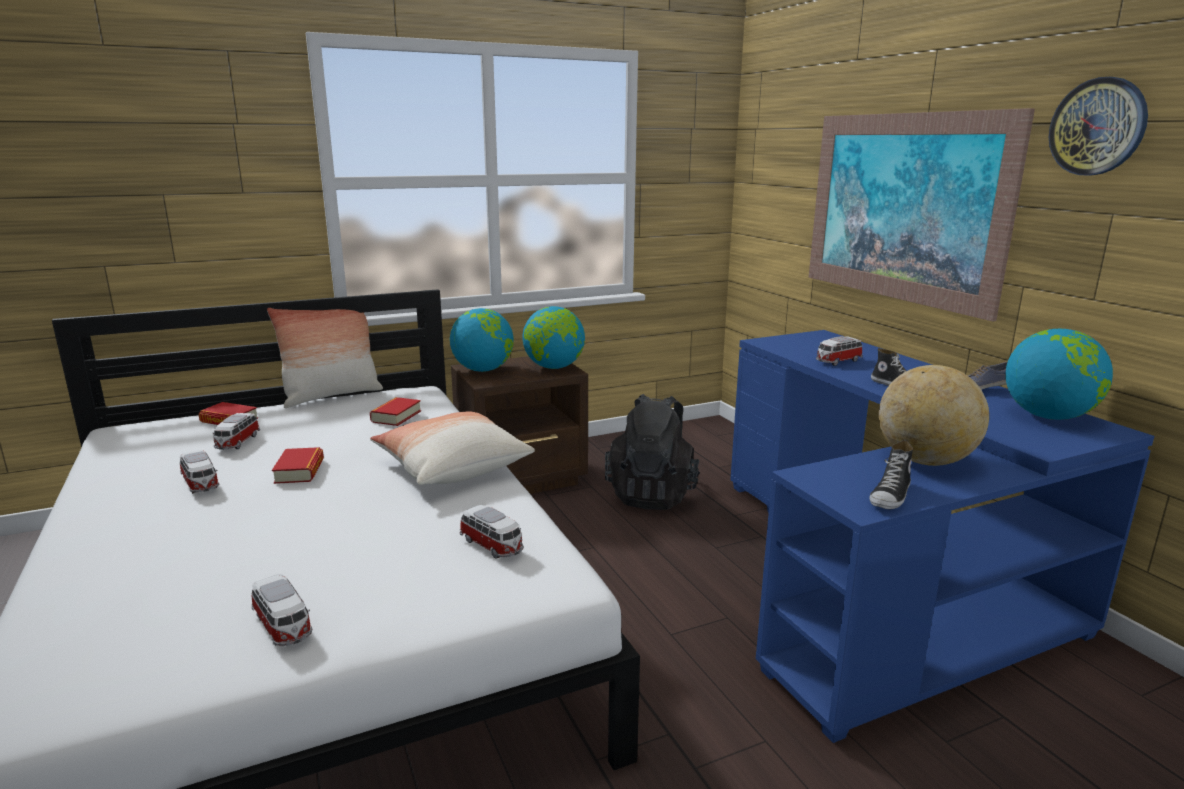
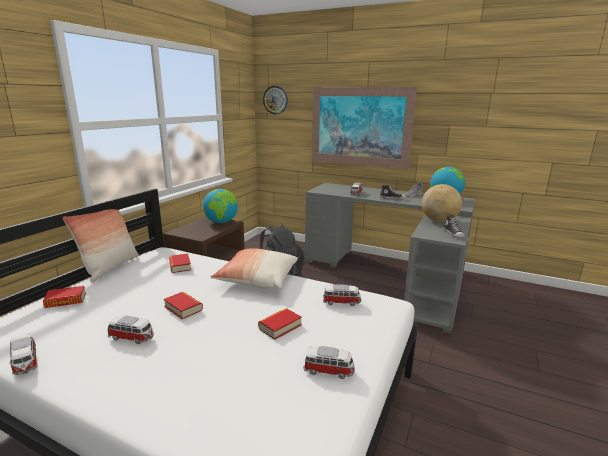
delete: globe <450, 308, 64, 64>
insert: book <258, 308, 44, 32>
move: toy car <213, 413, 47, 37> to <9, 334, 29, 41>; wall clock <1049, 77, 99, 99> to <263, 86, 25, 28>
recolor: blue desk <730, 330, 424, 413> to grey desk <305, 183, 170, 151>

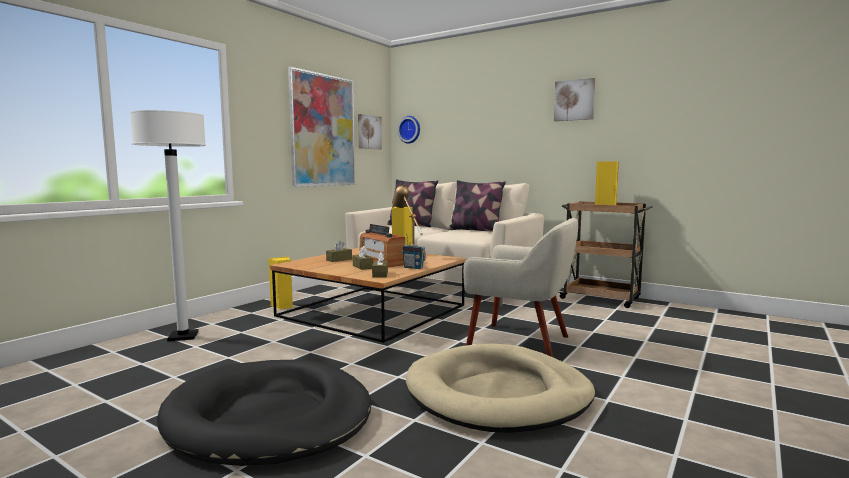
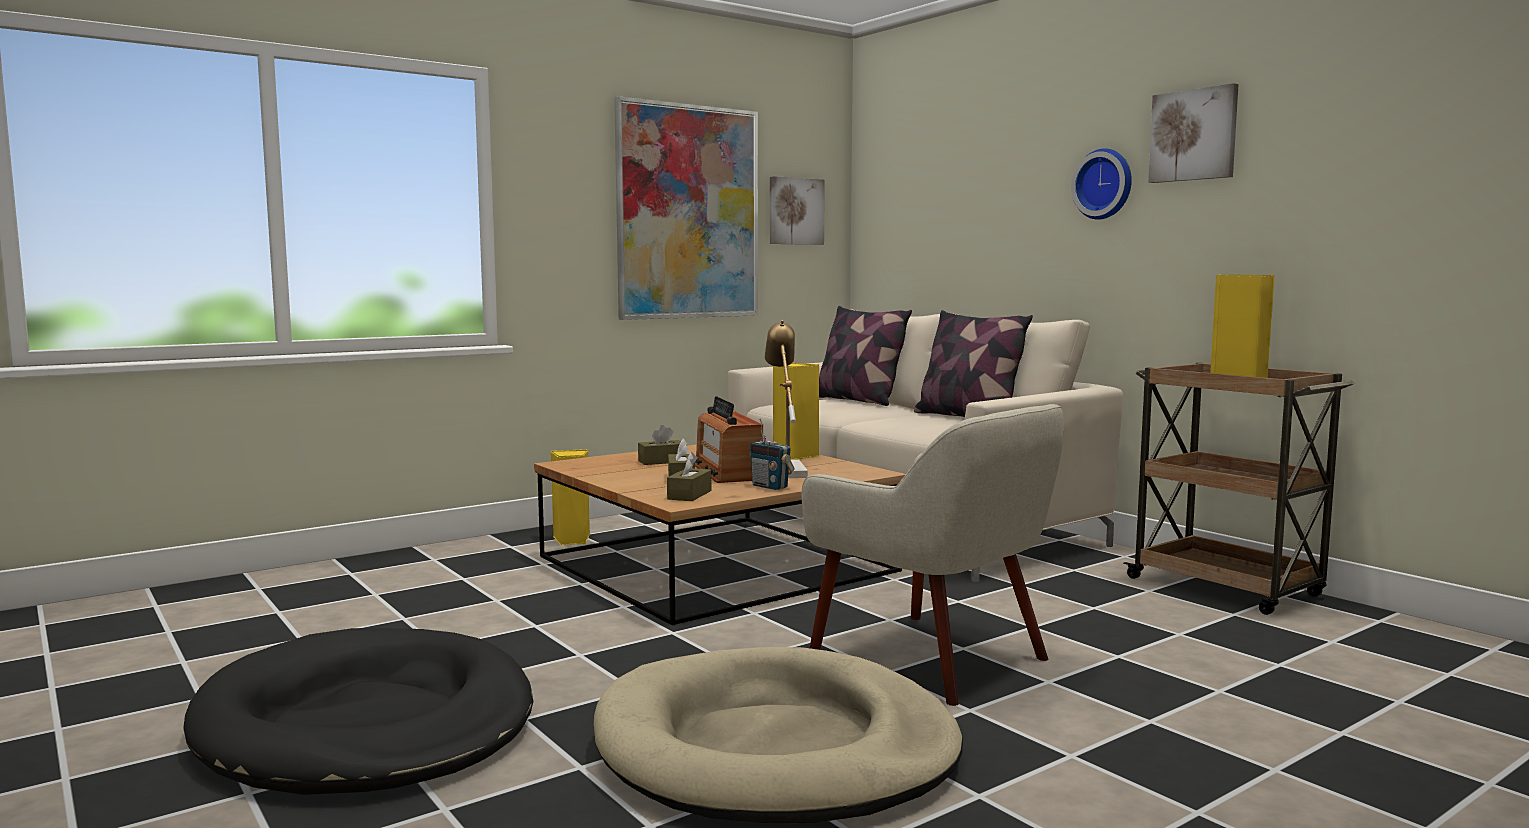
delete: white floor lamp <130, 110, 76, 231>
move: wall clock <397, 116, 23, 28> to <1071, 148, 61, 72>

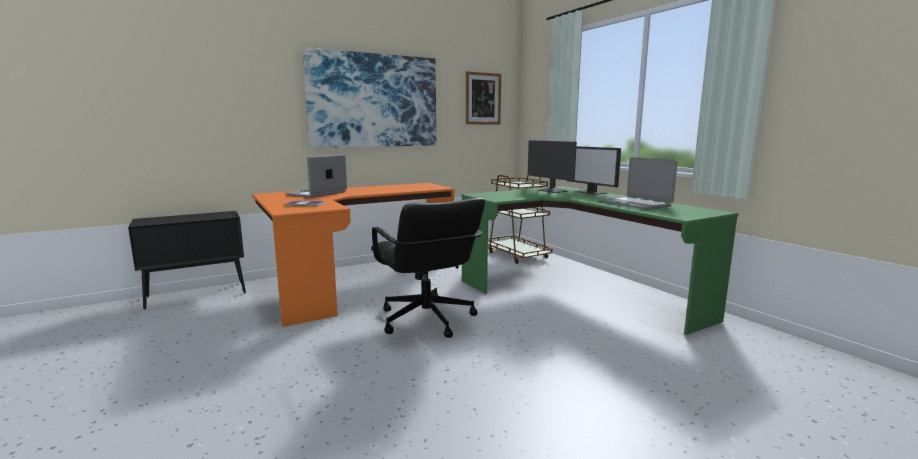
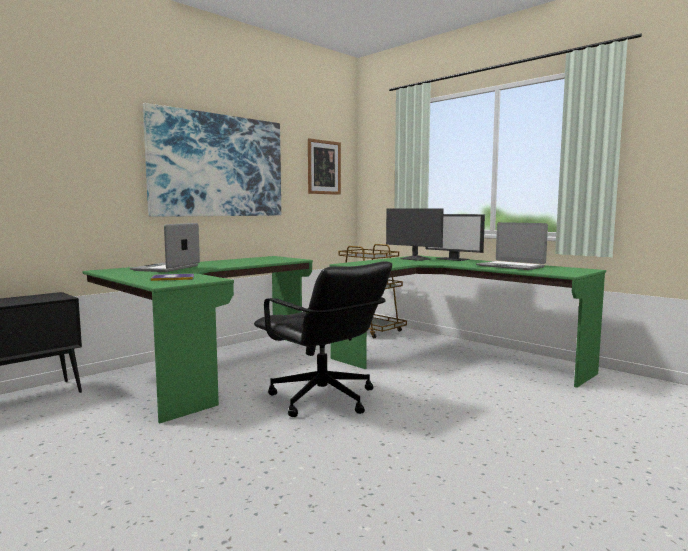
recolor: orange desk <252, 183, 203, 144> to green desk <83, 256, 230, 167>

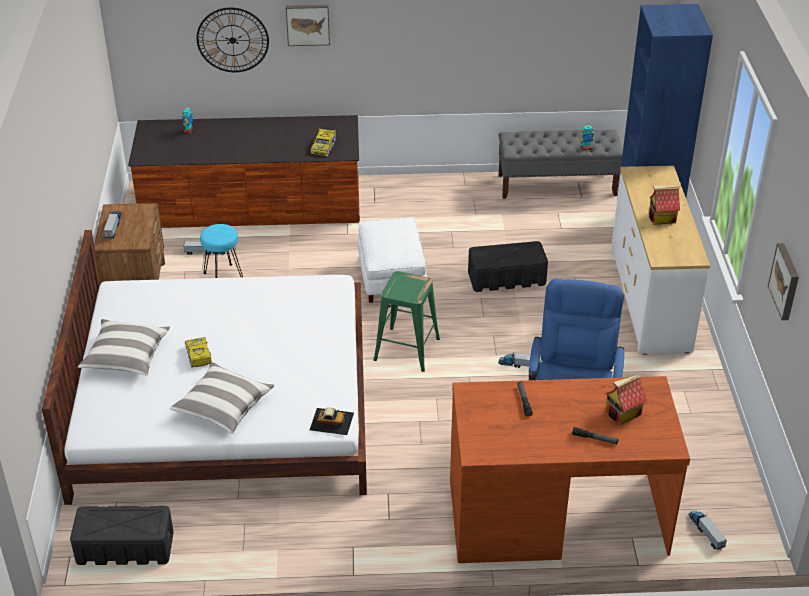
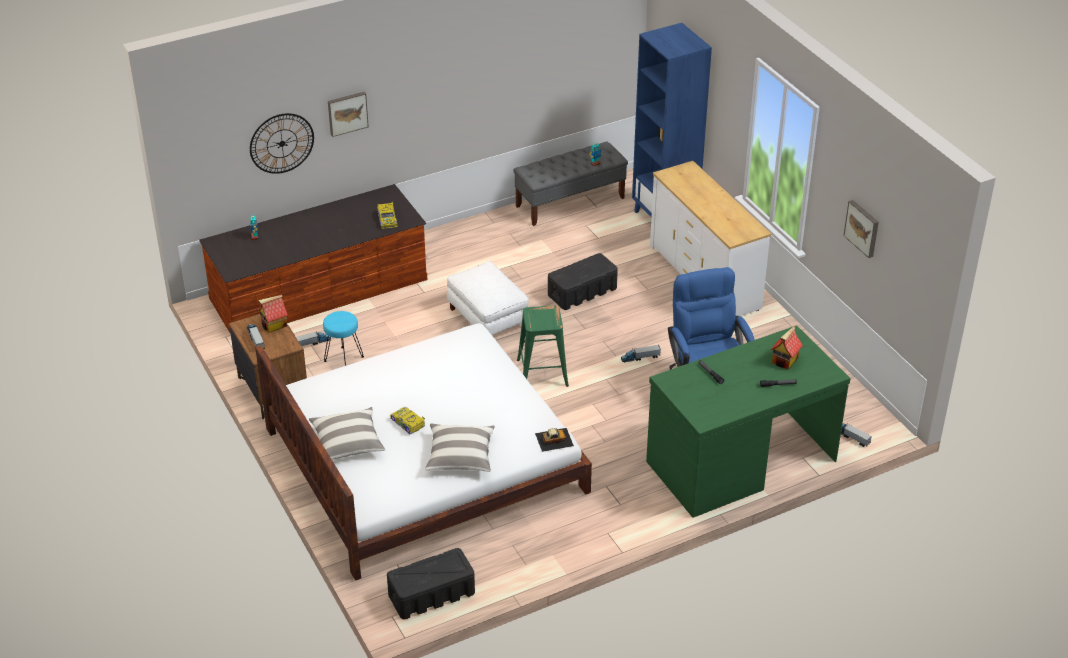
move: toy house <649, 185, 31, 40> to <258, 295, 30, 38>
recolor: brown desk <450, 376, 240, 187> to green desk <646, 325, 205, 192>

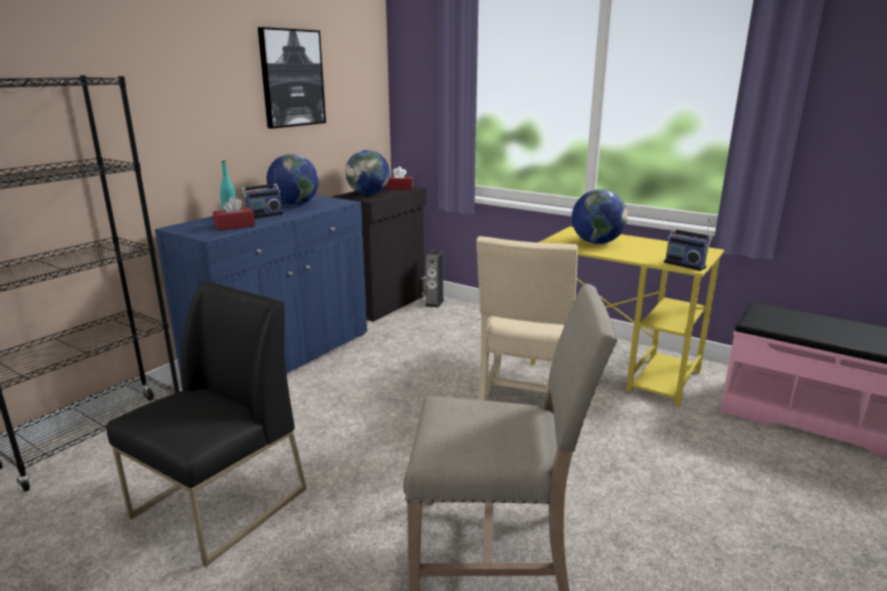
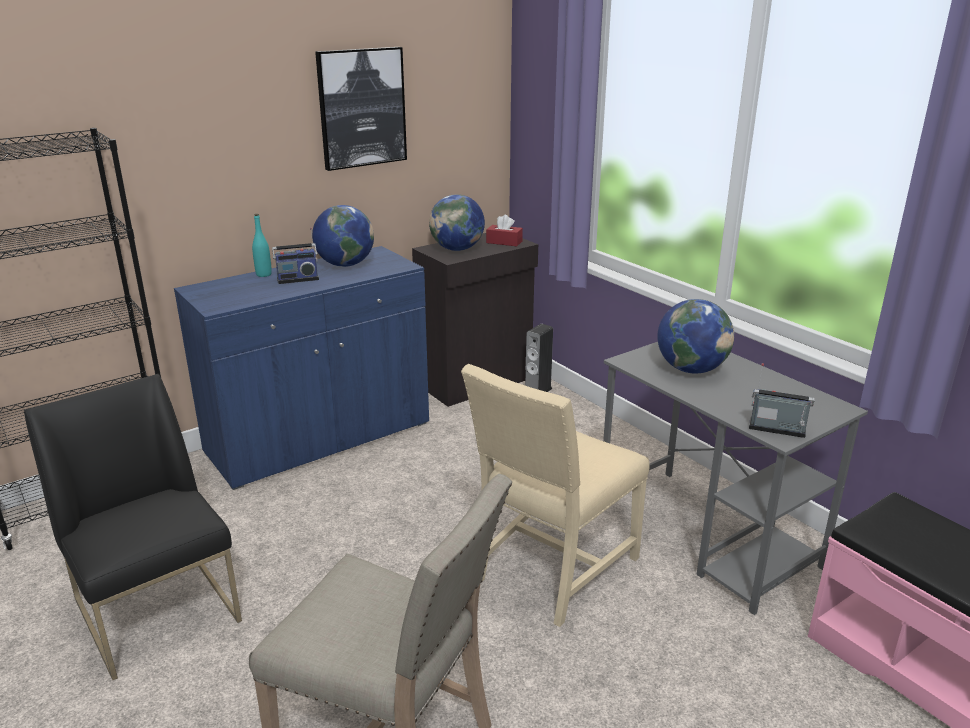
delete: red tissue box <213, 197, 42, 34>
recolor: yellow desk <531, 227, 193, 180> to grey desk <603, 342, 265, 273>
rotate: black chair <107, 280, 199, 287> = <24, 374, 218, 306> 90 degrees counterclockwise; radio <664, 219, 48, 52> = <749, 363, 66, 75> 135 degrees clockwise

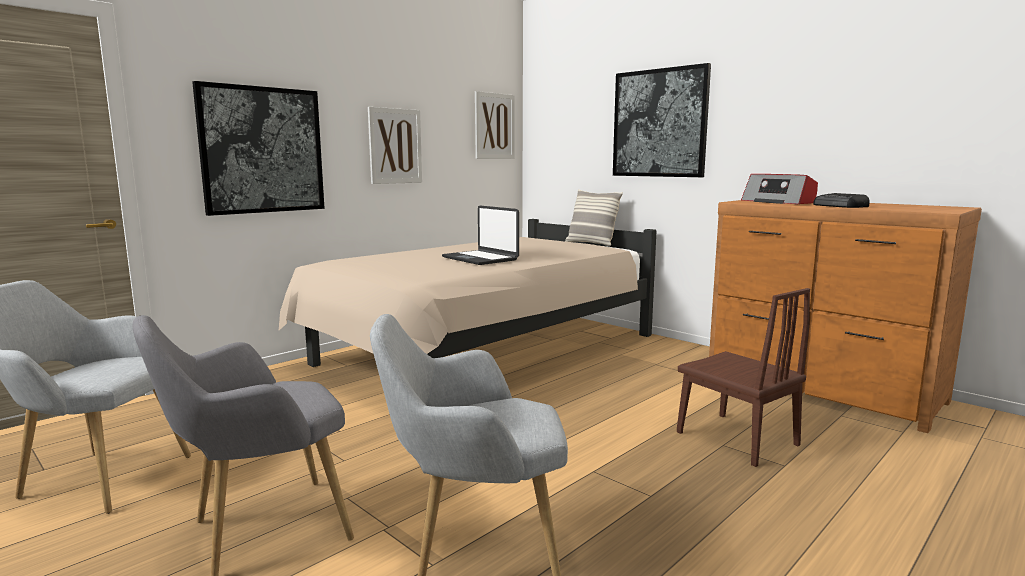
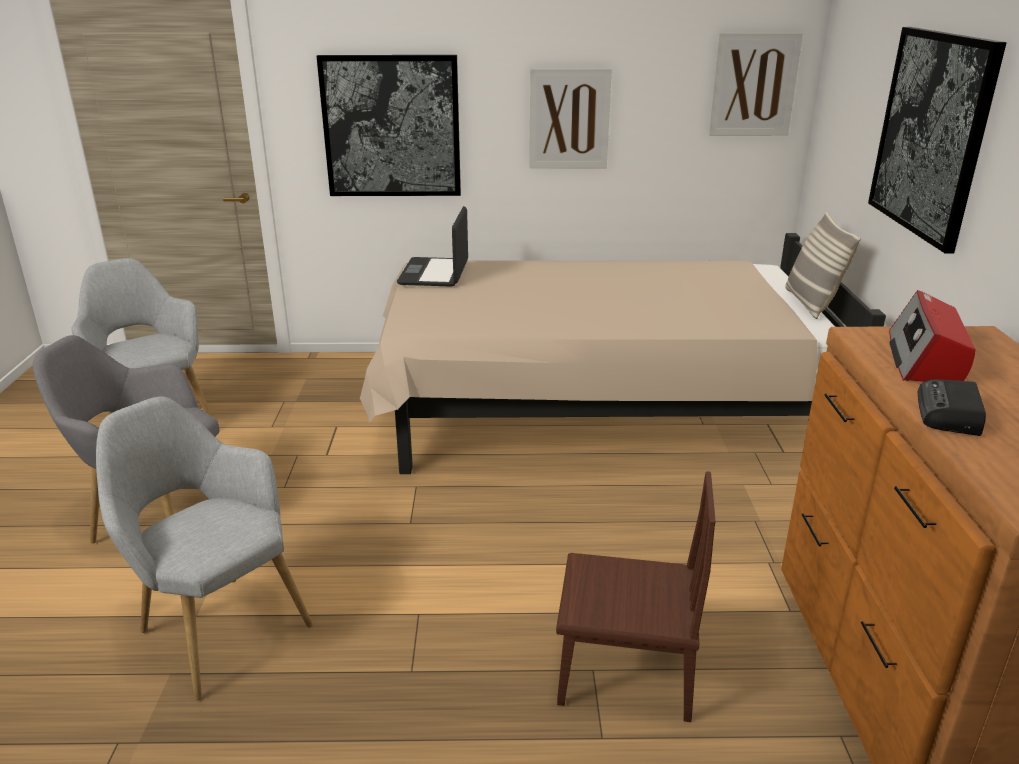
move: laptop <442, 205, 77, 60> to <397, 206, 71, 81>
rotate: brown chair <677, 288, 133, 179> = <556, 471, 160, 251> 90 degrees counterclockwise

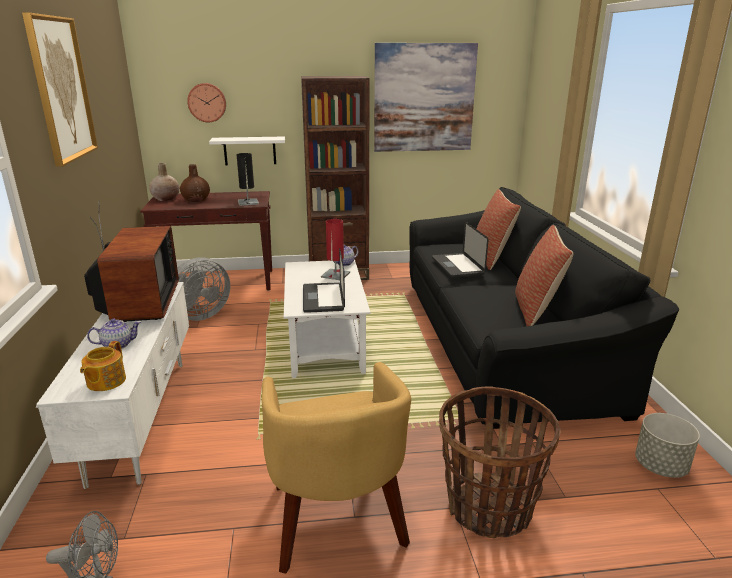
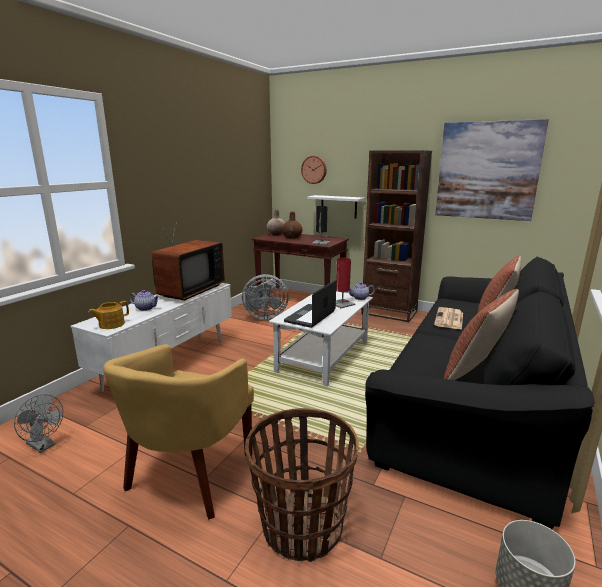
delete: picture <22, 13, 76, 154>
replace: laptop <432, 222, 57, 56> to newspaper <434, 307, 29, 23>

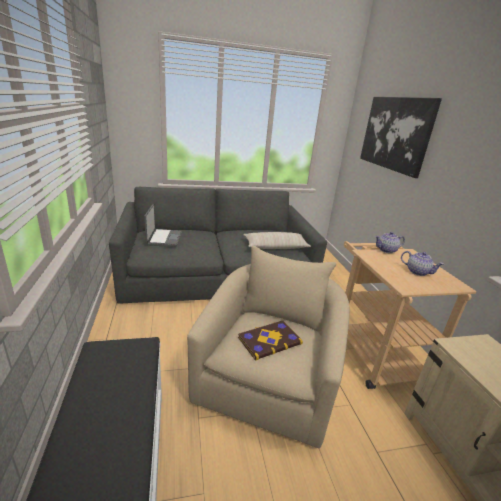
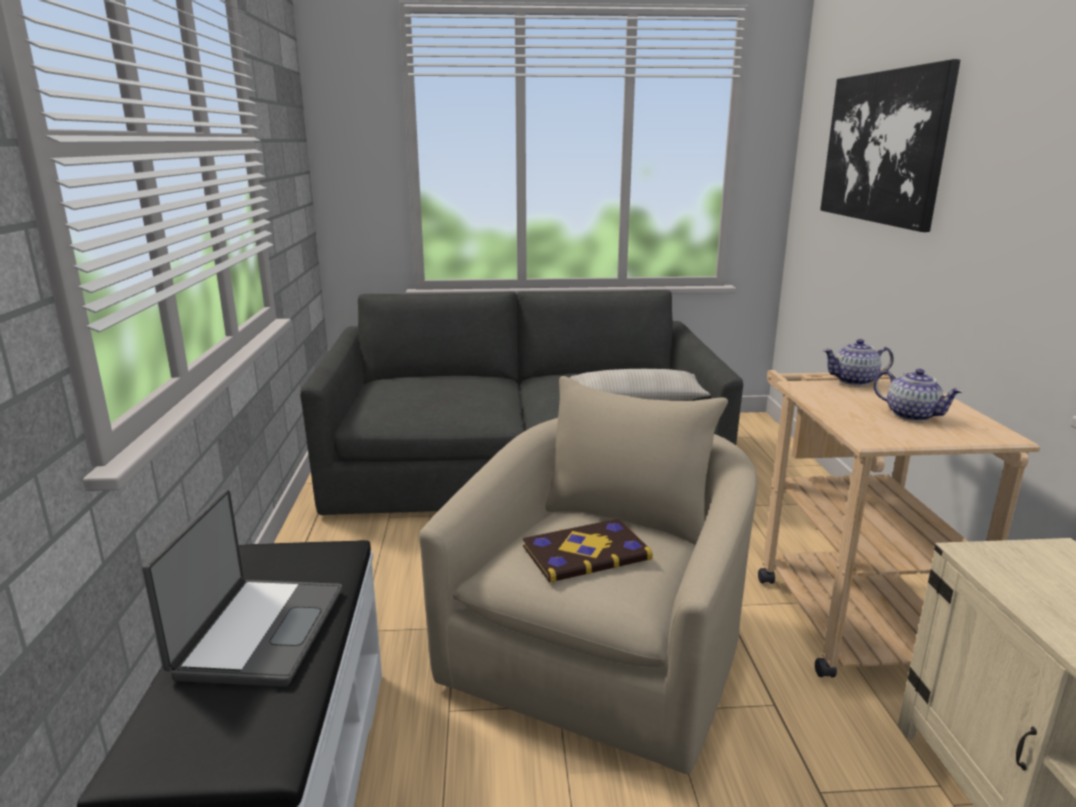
move: laptop <144, 204, 38, 43> to <142, 490, 200, 197>

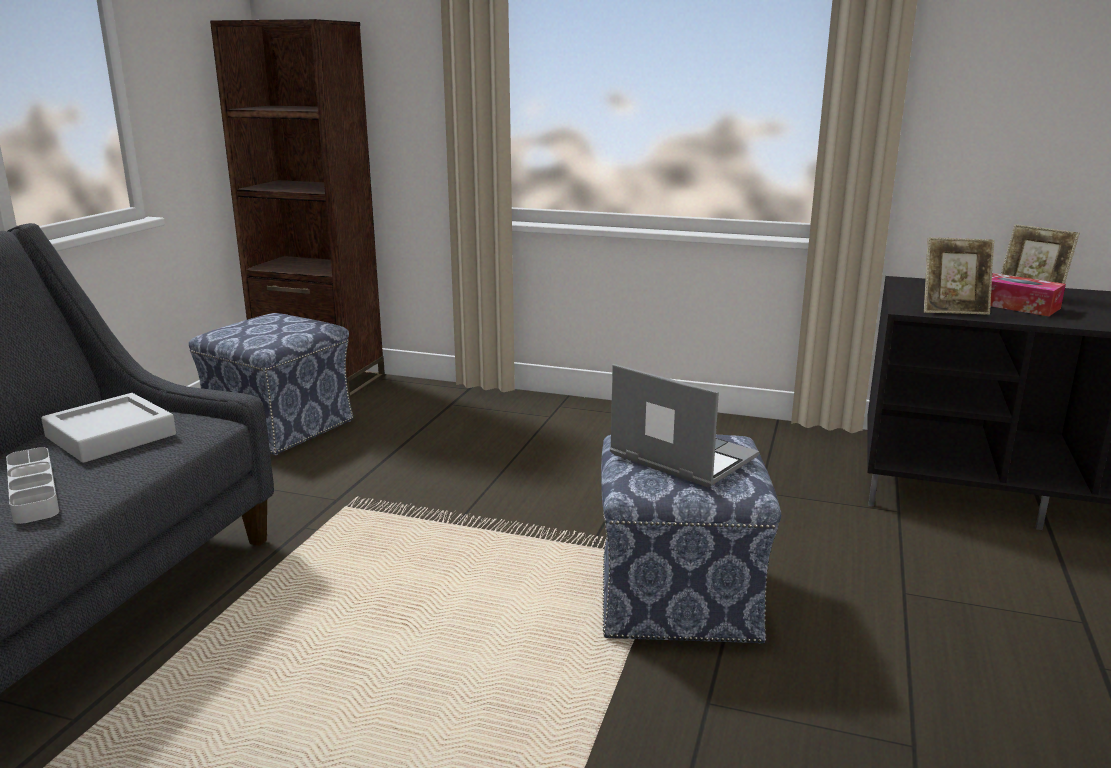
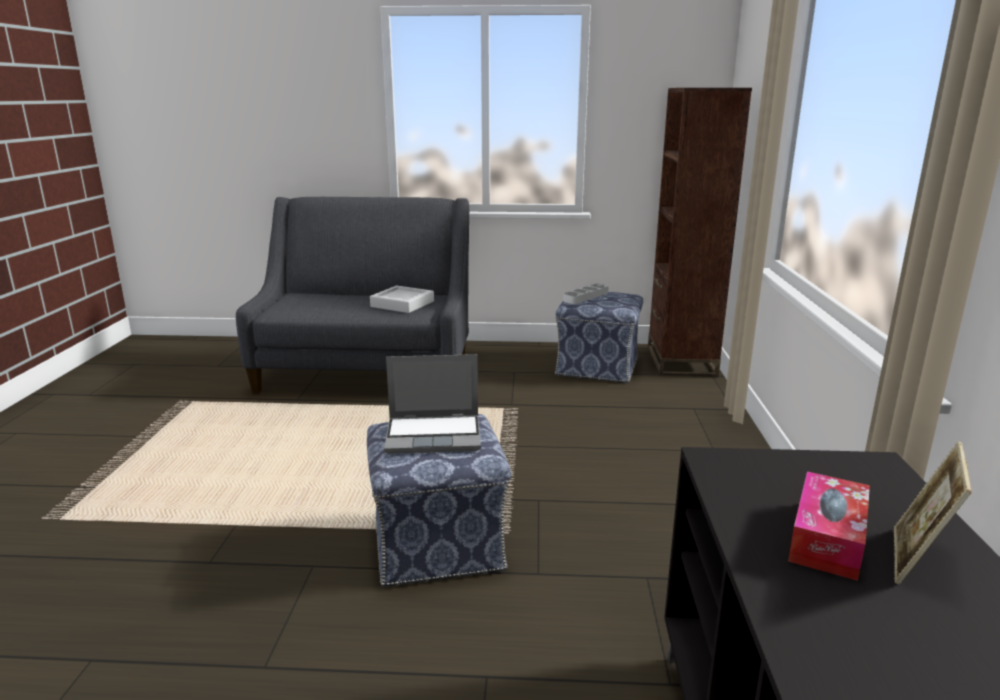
delete: picture frame <924, 237, 71, 78>
move: grey tray <6, 447, 53, 77> to <563, 283, 46, 21>
rotate: laptop <610, 364, 149, 123> = <384, 354, 97, 100> 60 degrees clockwise

